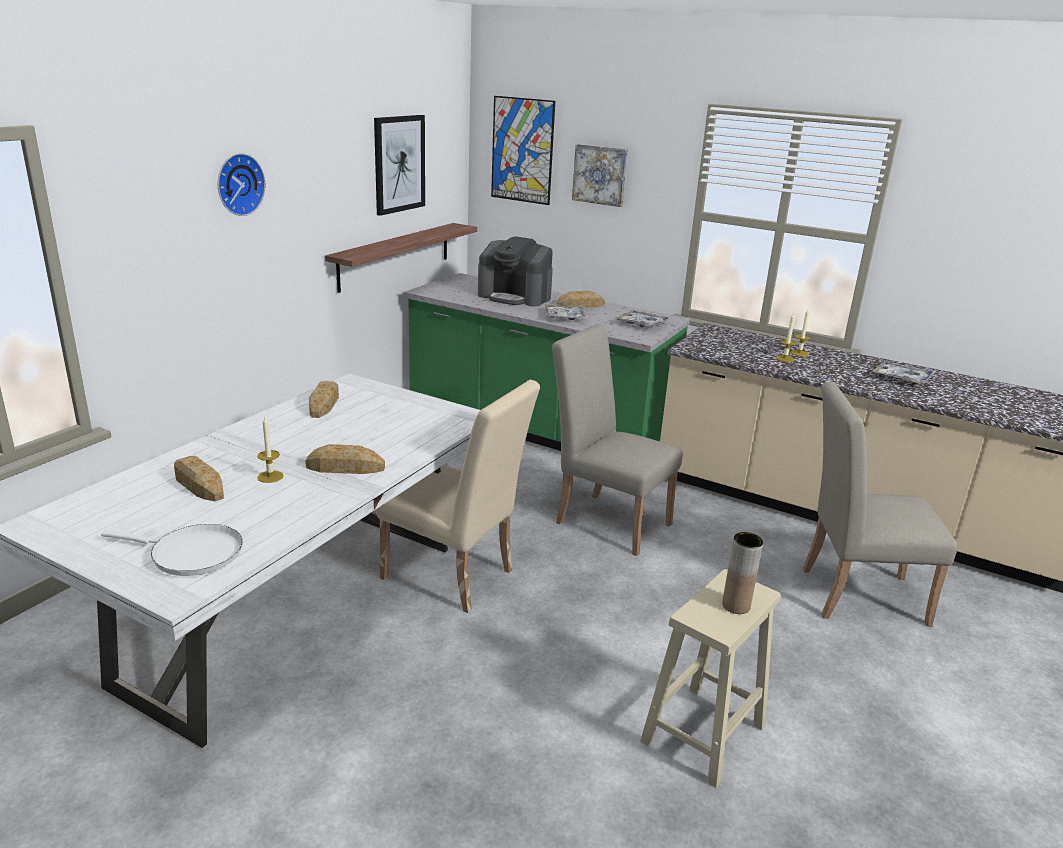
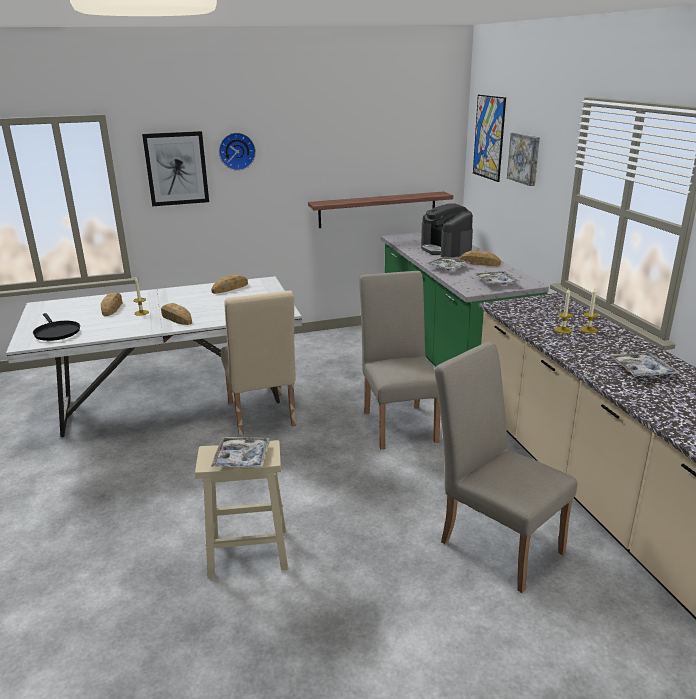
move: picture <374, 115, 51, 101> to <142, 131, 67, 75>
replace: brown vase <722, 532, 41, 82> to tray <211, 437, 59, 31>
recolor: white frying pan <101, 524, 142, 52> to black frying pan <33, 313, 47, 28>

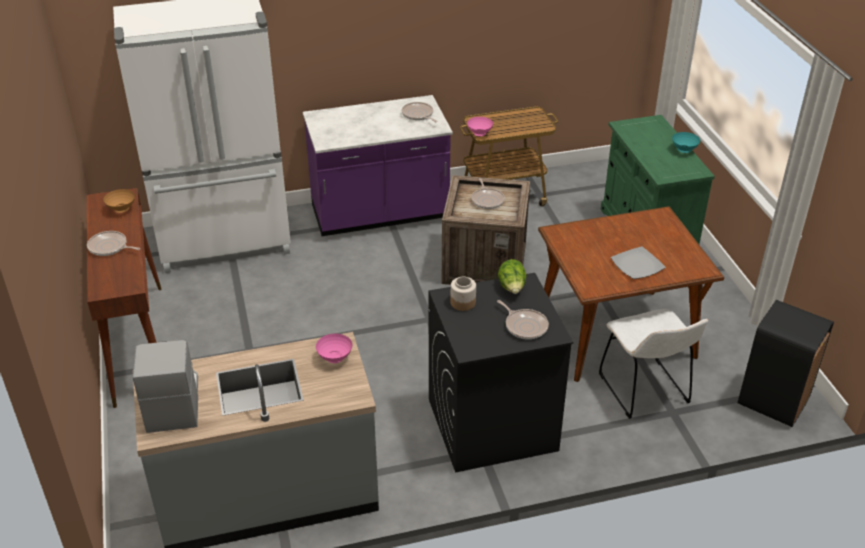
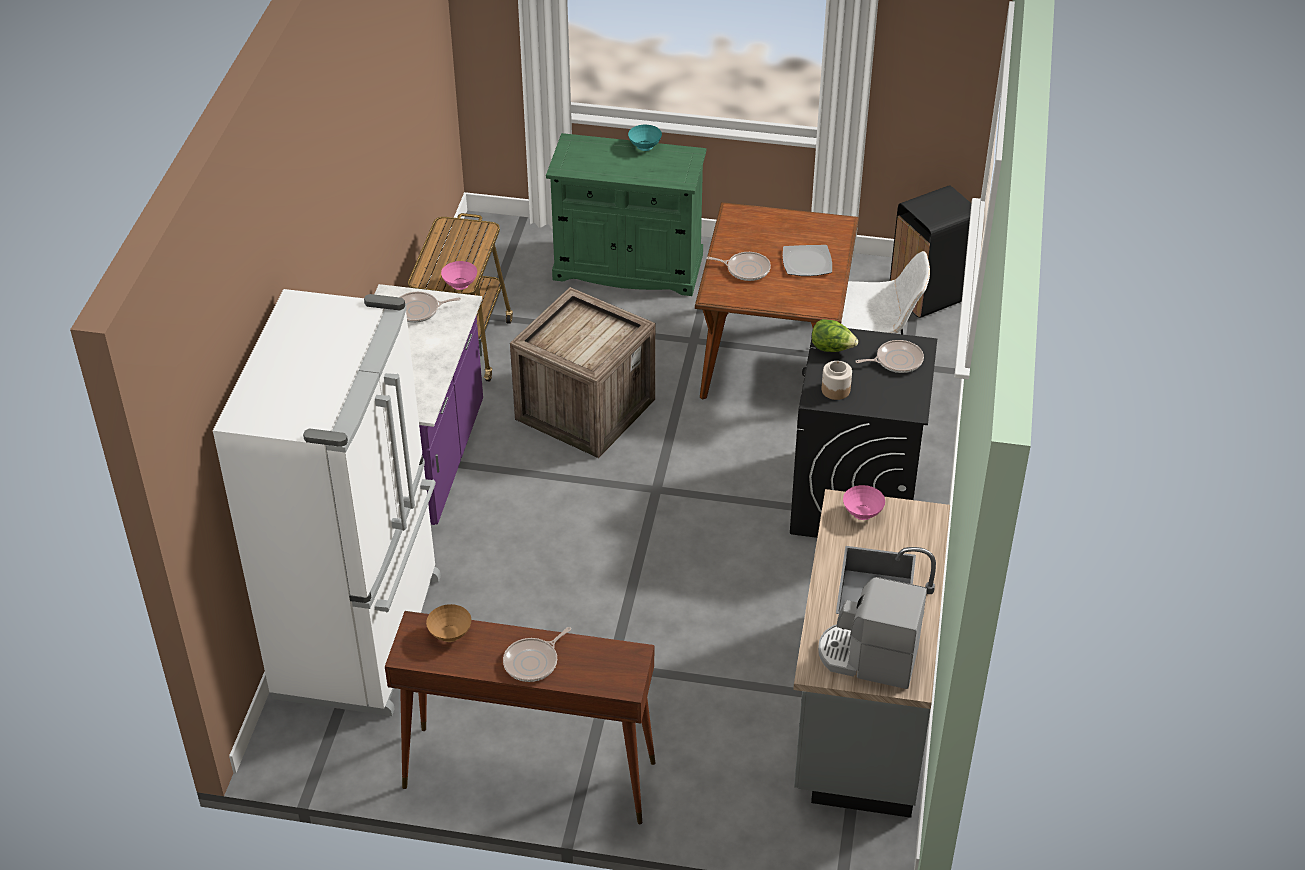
move: frying pan <471, 178, 34, 31> to <706, 252, 65, 29>

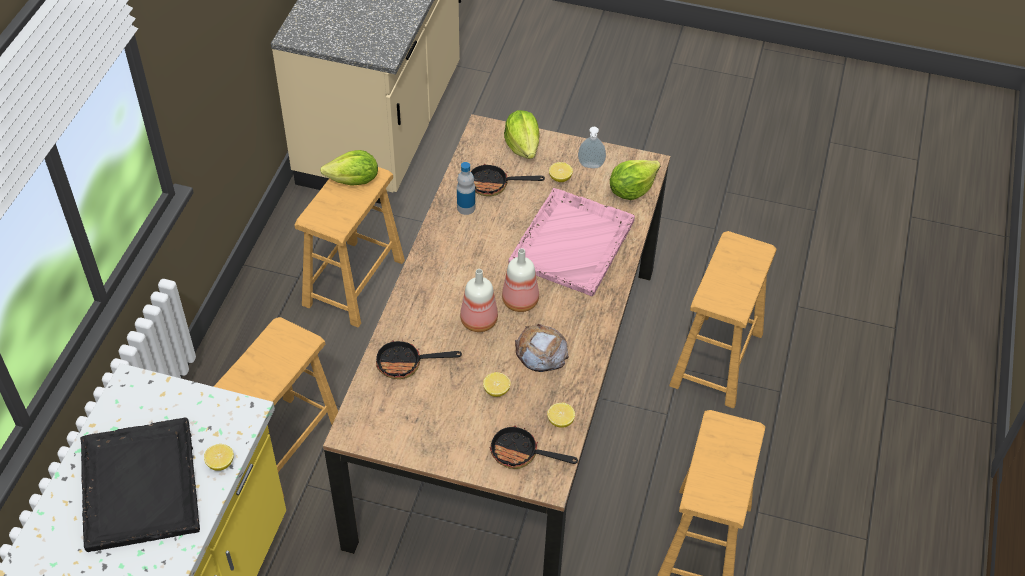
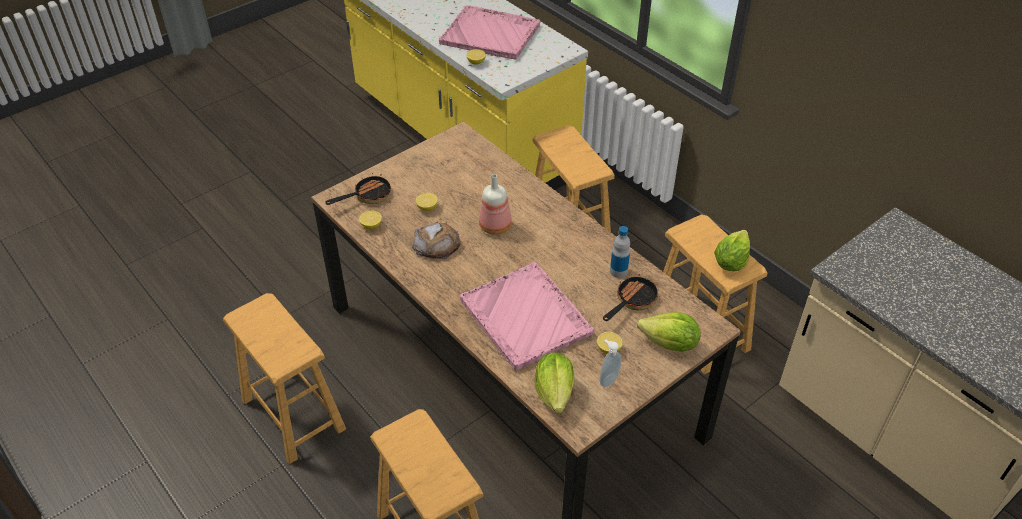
delete: frying pan <376, 340, 86, 39>; bottle <502, 248, 37, 64>
recolor: black tray <80, 418, 120, 134> to pink tray <439, 5, 101, 55>

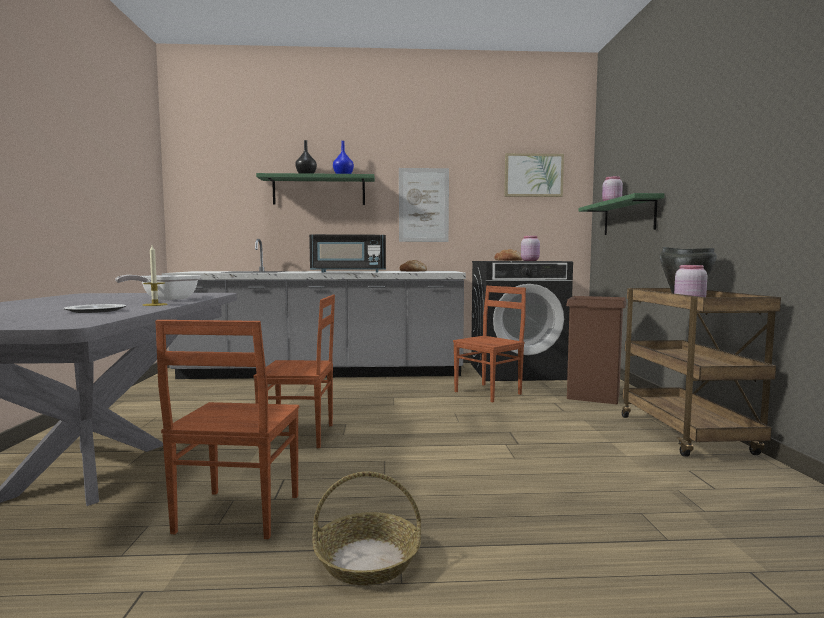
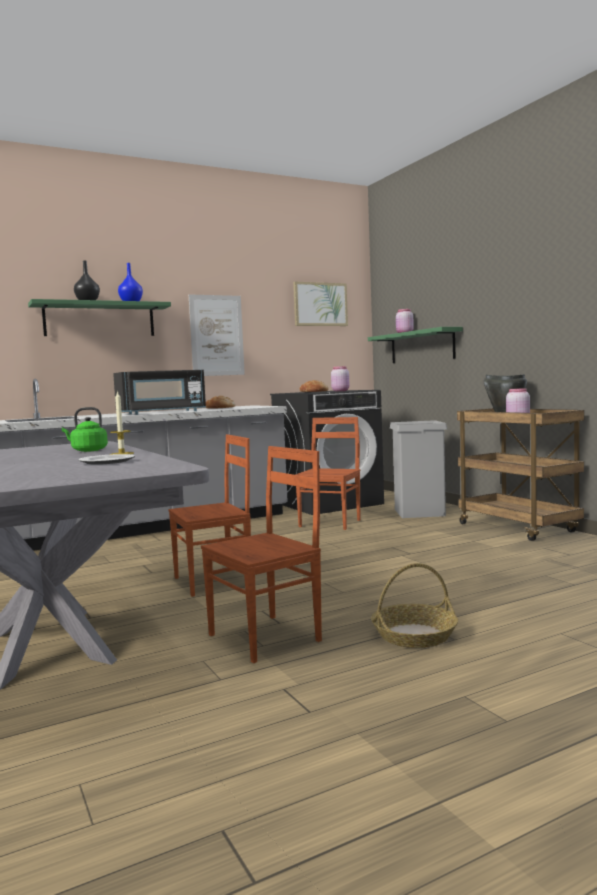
replace: frying pan <115, 275, 85, 25> to green kettle <62, 407, 46, 45>
recolor: brown trash can <566, 296, 60, 108> to grey trash can <390, 420, 57, 98>
rotate: brown chair <155, 320, 144, 219> = <201, 446, 121, 217> 105 degrees counterclockwise

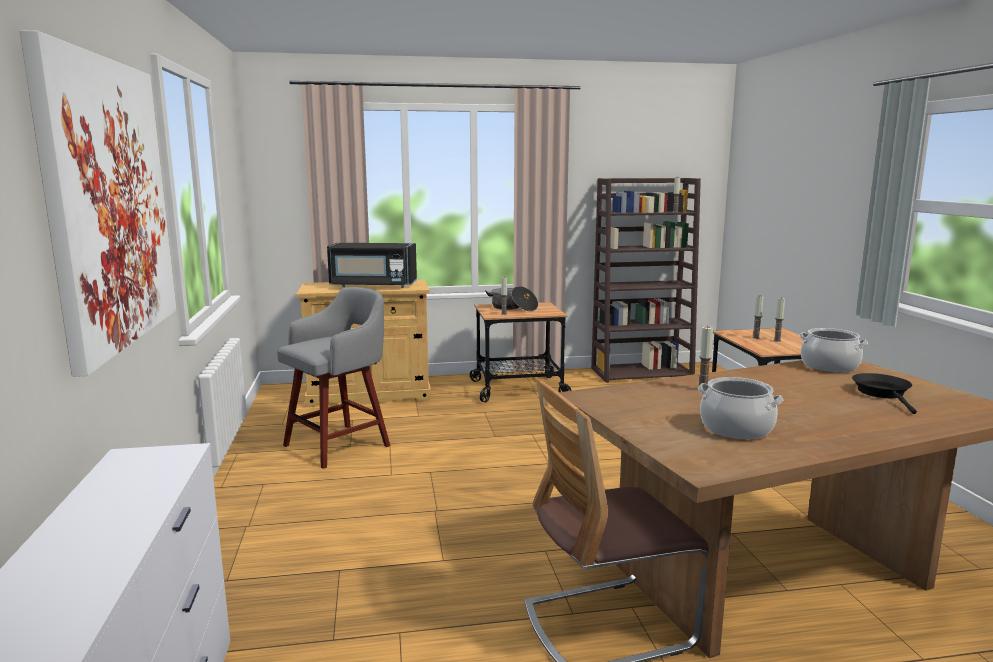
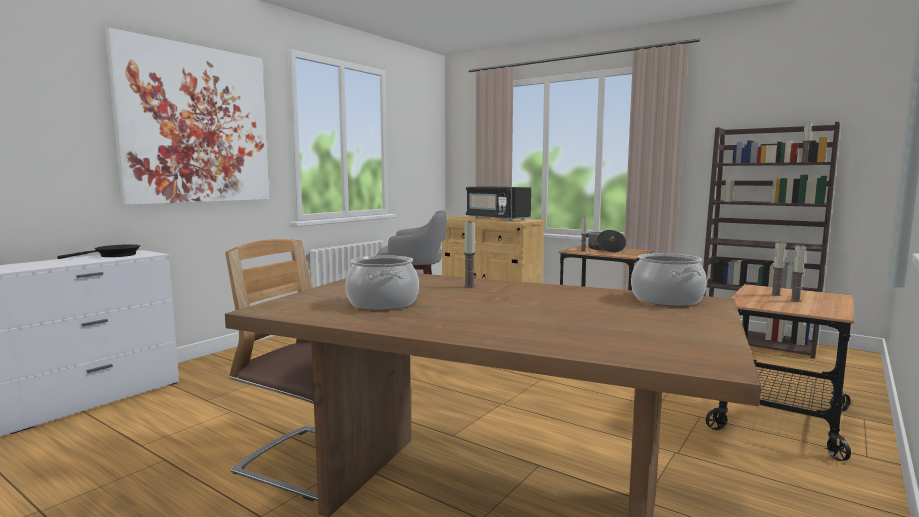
move: black frying pan <852, 373, 65, 41> to <57, 244, 83, 15>

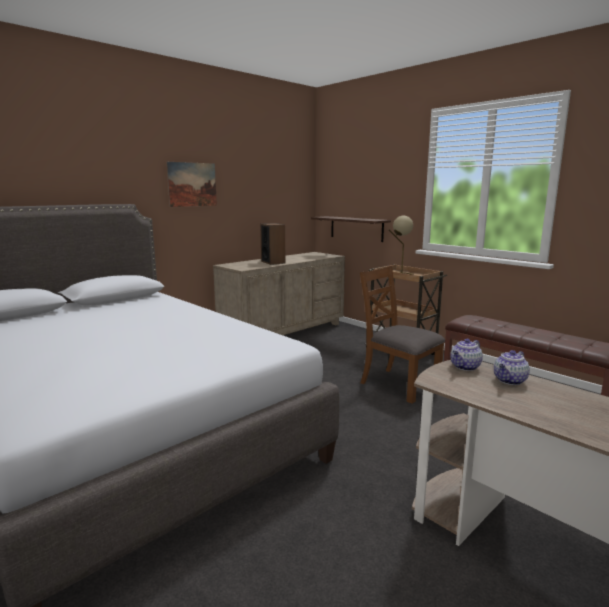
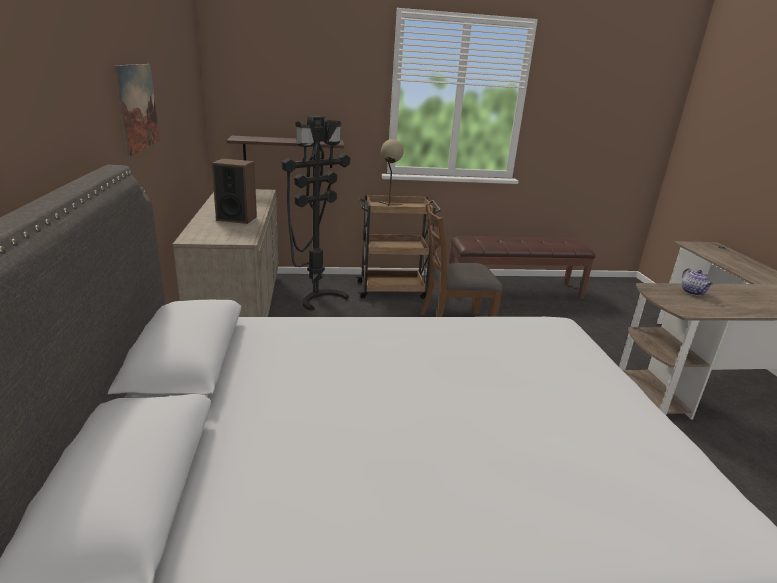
delete: teapot <450, 339, 33, 32>
insert: black floor lamp <282, 116, 68, 194>

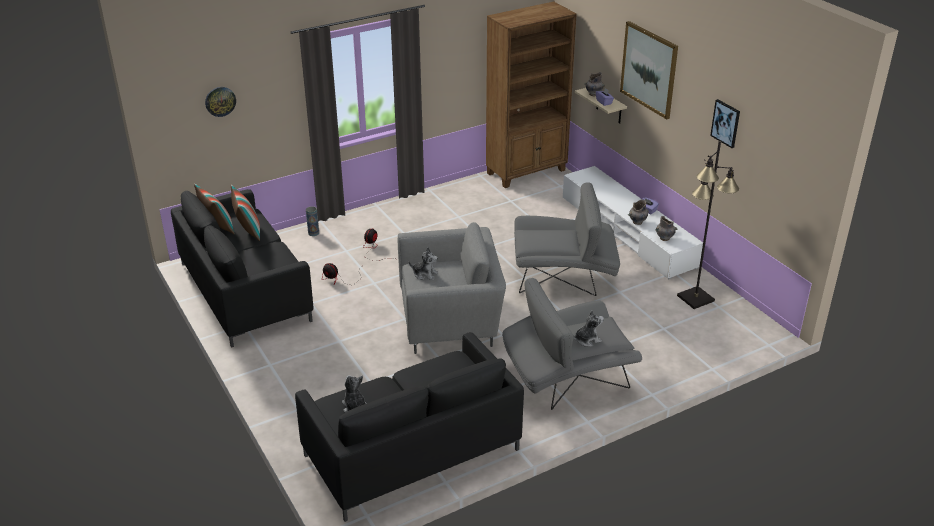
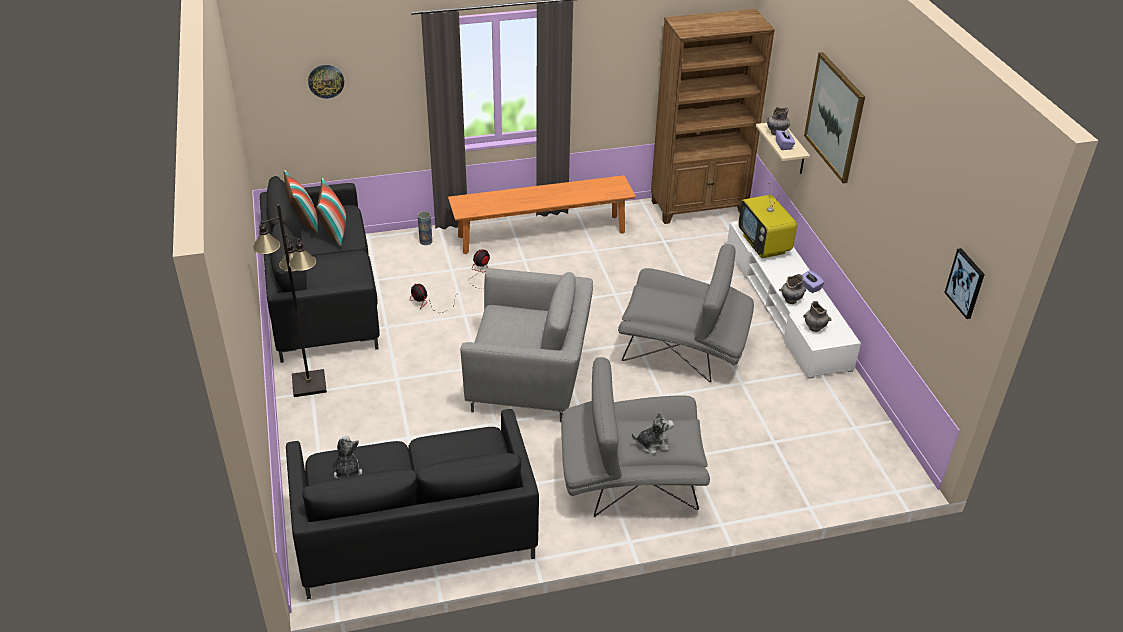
delete: plush toy <409, 247, 29, 33>
insert: orange bench <448, 175, 188, 79>; television <738, 183, 59, 75>
move: black floor lamp <677, 141, 62, 168> to <253, 204, 74, 193>; picture <710, 99, 30, 49> to <944, 248, 41, 71>

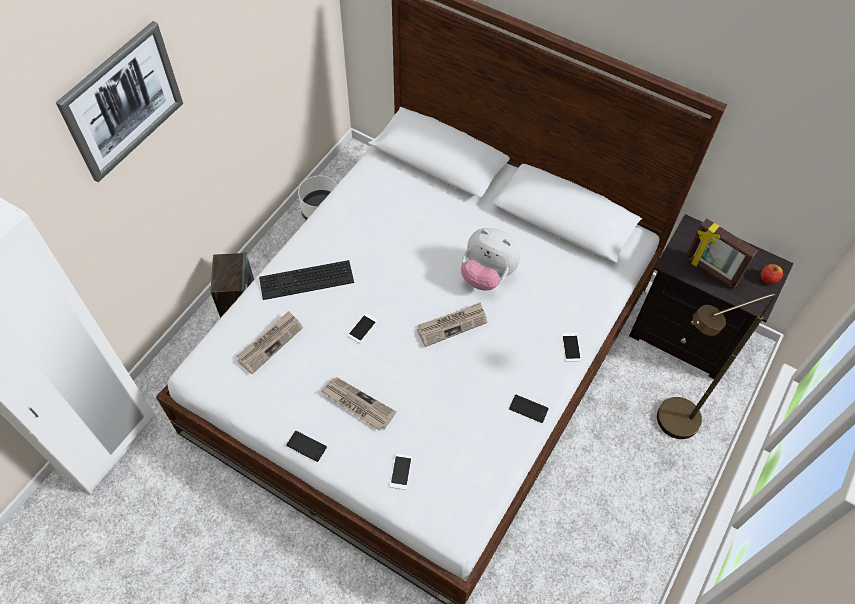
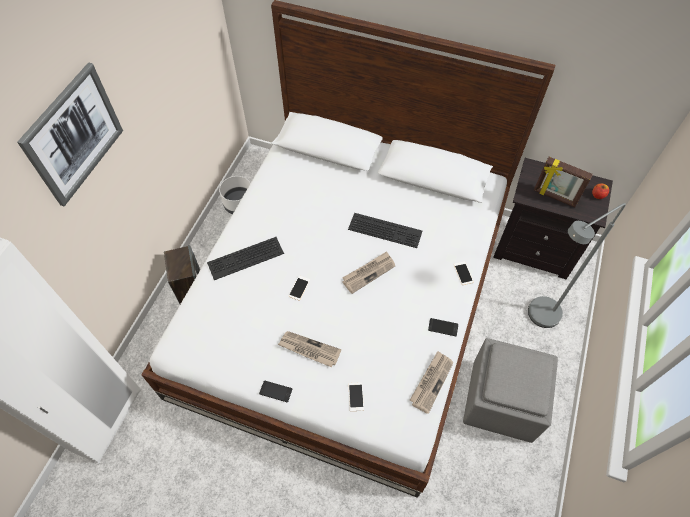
insert: grey ottoman <463, 338, 95, 105>
move: newspaper <237, 311, 66, 63> to <410, 351, 43, 63>
replace: plush toy <461, 228, 59, 63> to keyboard <348, 213, 74, 35>
recolor: brown floor lamp <657, 293, 119, 146> to grey floor lamp <528, 203, 98, 125>

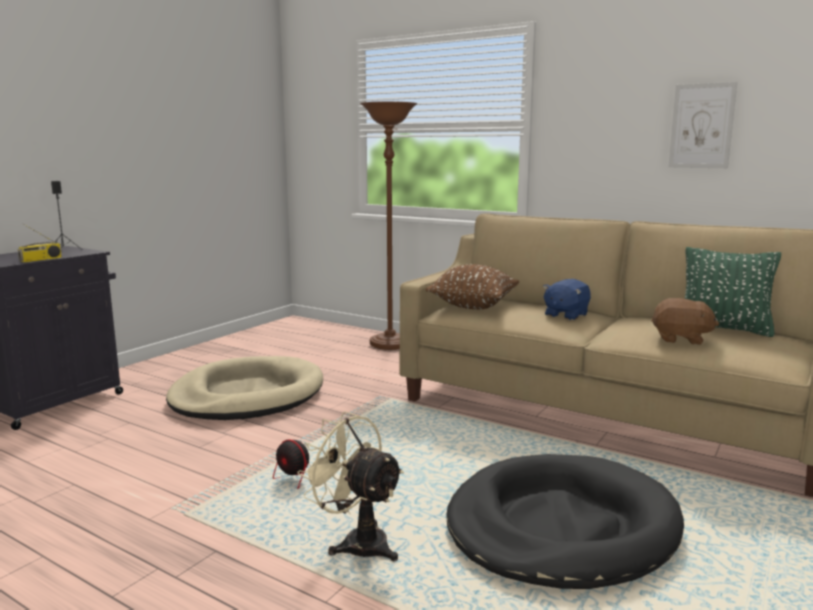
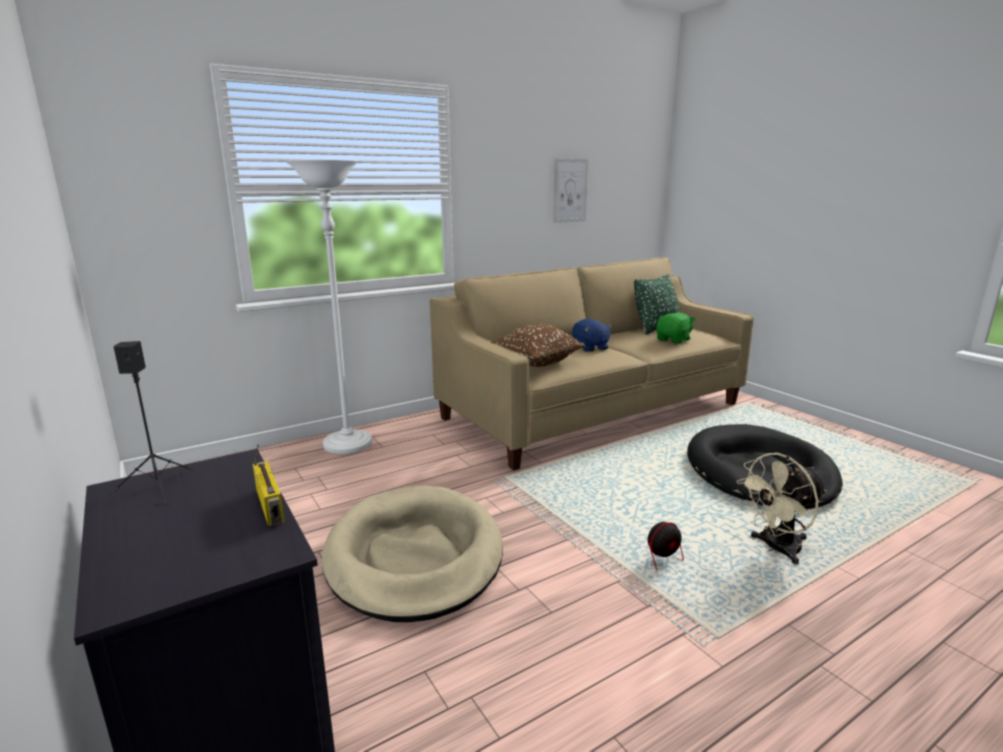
recolor: brown floor lamp <360, 101, 57, 249> to white floor lamp <284, 160, 88, 295>; brown plush toy <651, 298, 68, 47> to green plush toy <656, 313, 39, 31>

